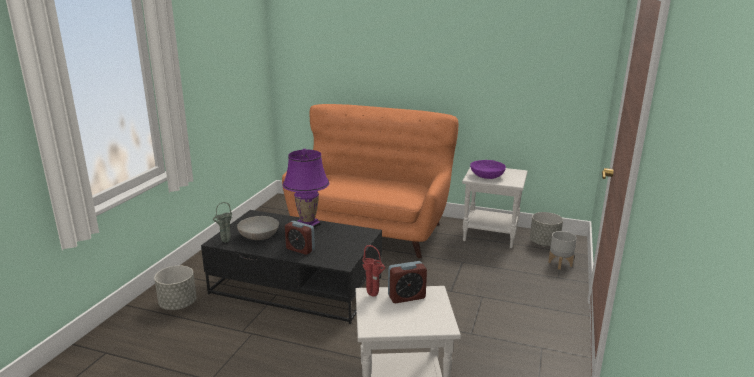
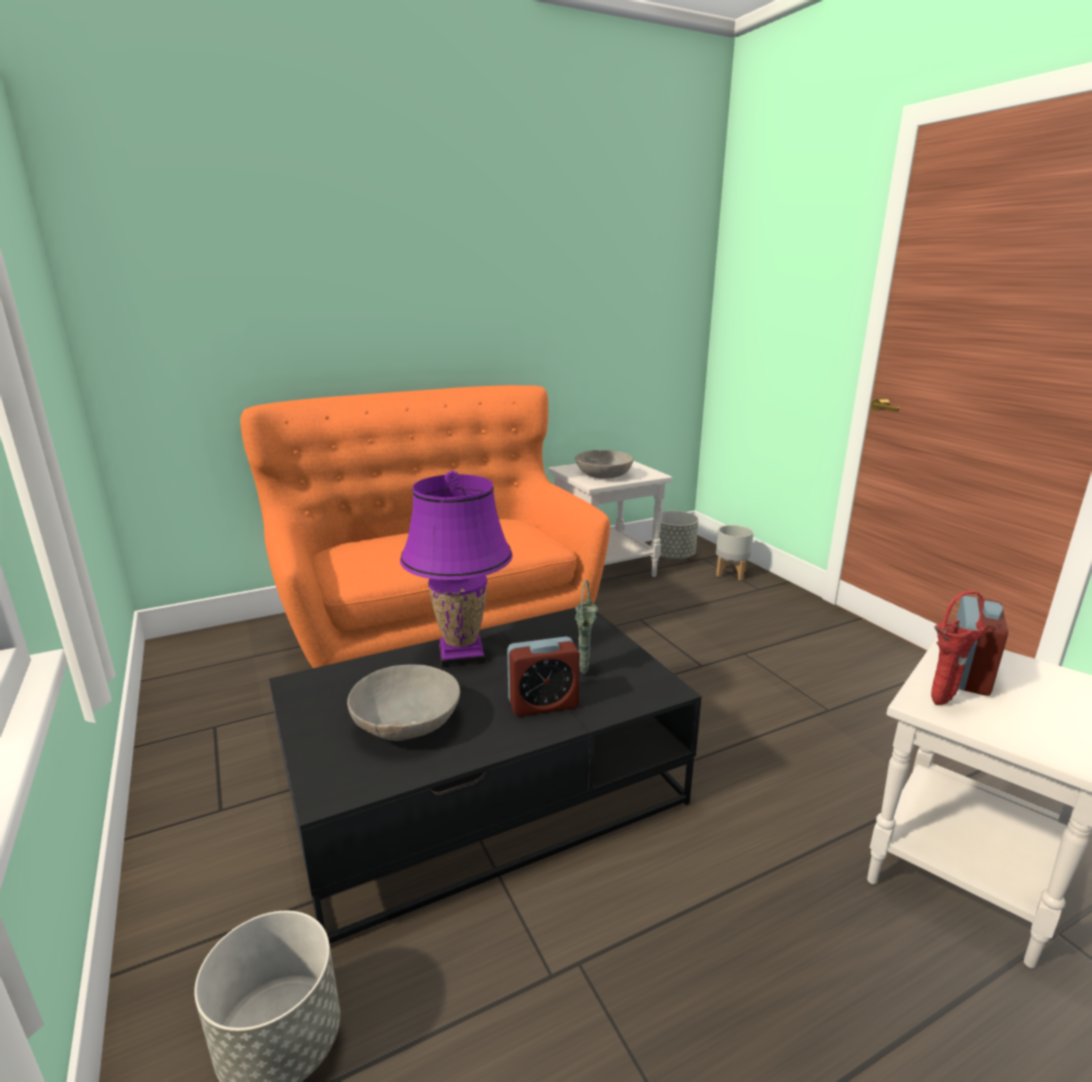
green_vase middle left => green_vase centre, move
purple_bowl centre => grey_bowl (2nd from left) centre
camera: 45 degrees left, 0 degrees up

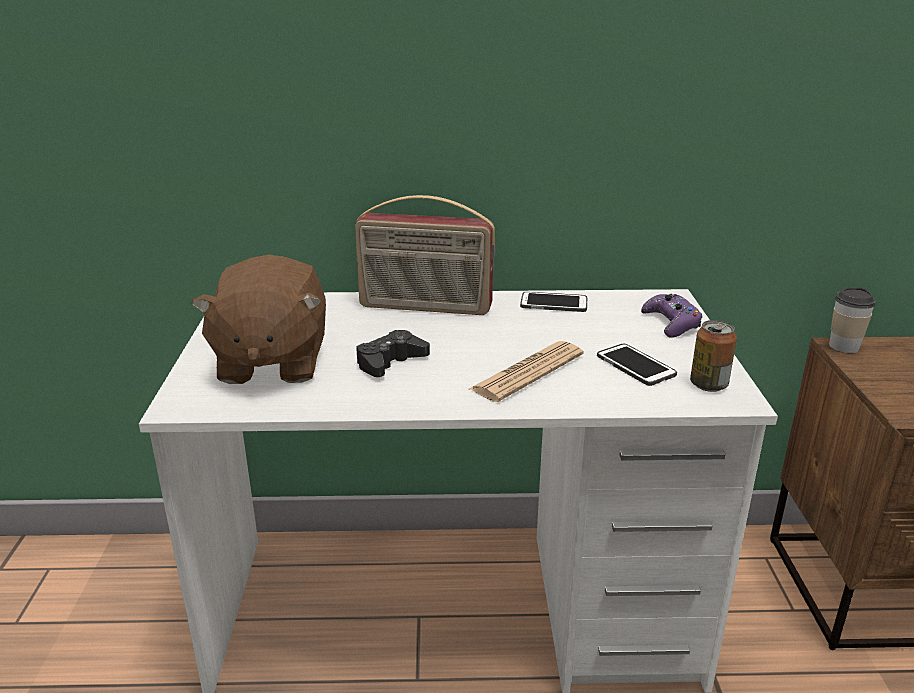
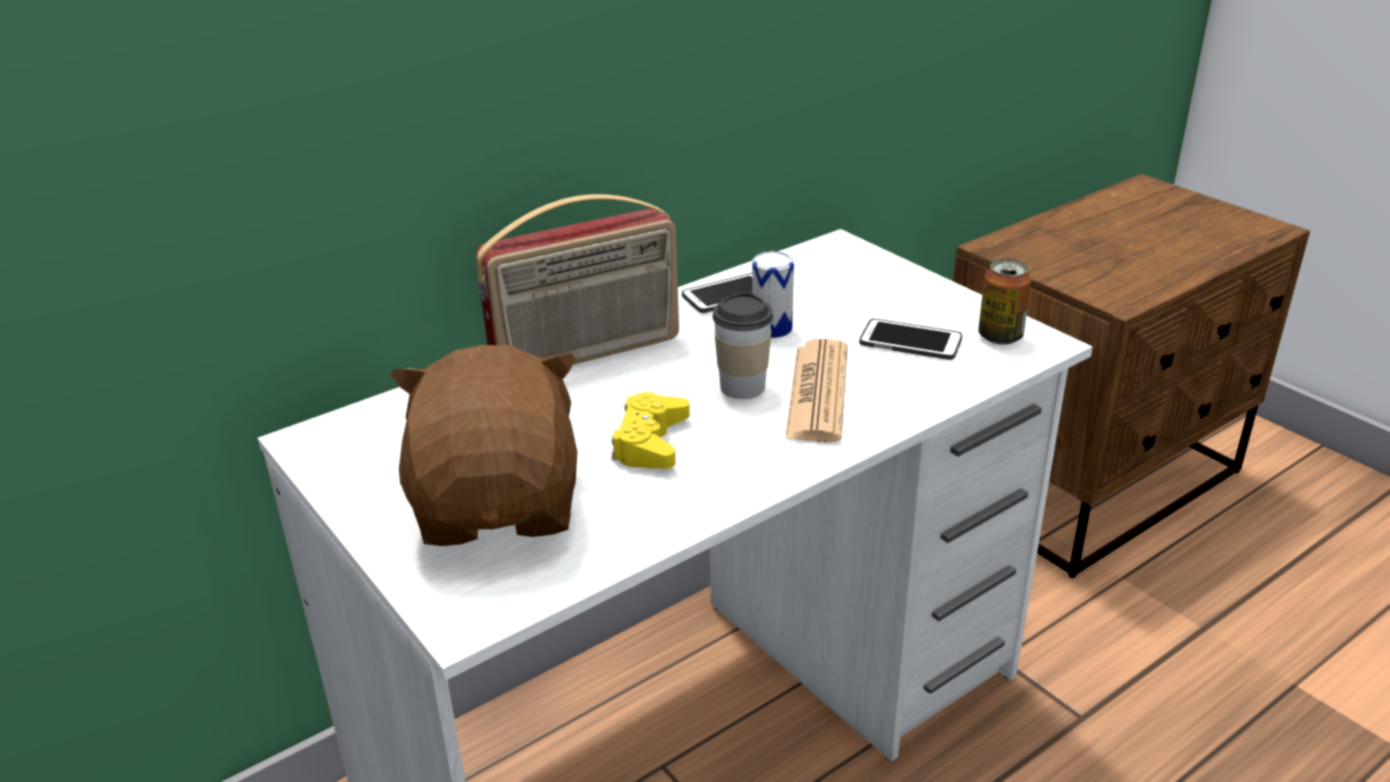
brown_plush_toy middle left => brown_plush_toy centre, 150 degrees counterclockwise
black_game_controller centre => yellow_game_controller centre
purple_game_controller middle right => nothing
cup middle right => cup centre, move
nothing => can (1st from left) centre
camera: 35 degrees left, 5 degrees up

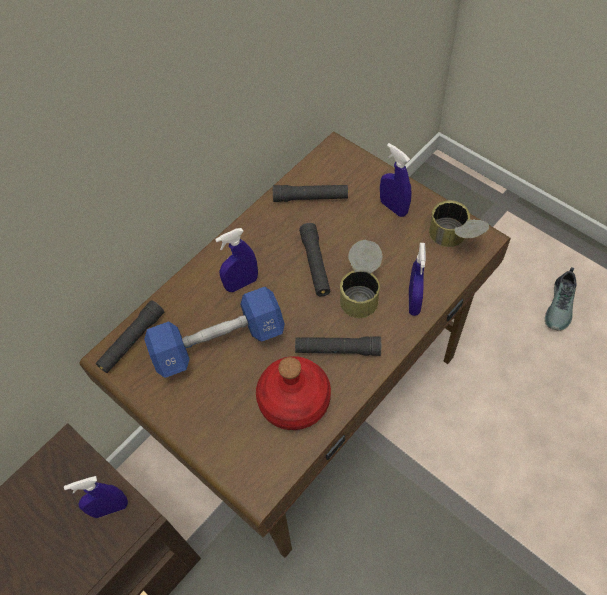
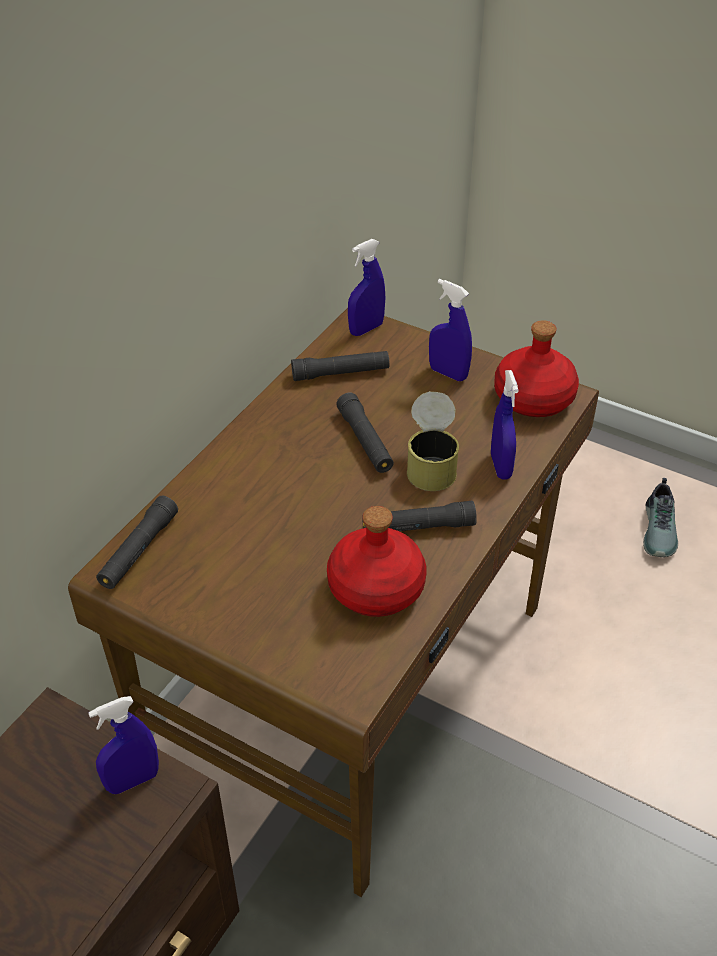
blue_dumbbell centre => nothing
blue_spray_bottle (2nd from left) centre => blue_spray_bottle (2nd from left) top centre, move
can (2nd from left) middle right => red_bottle (2nd from left) middle right
camera: 15 degrees left, 15 degrees down

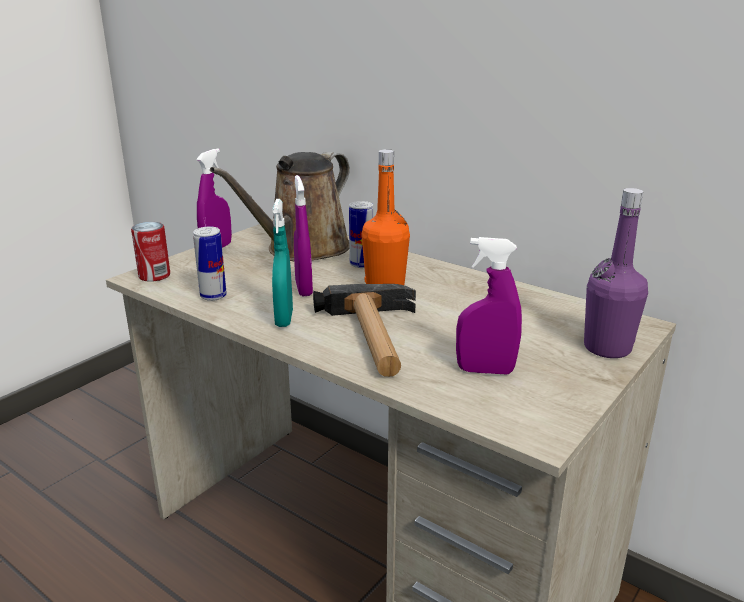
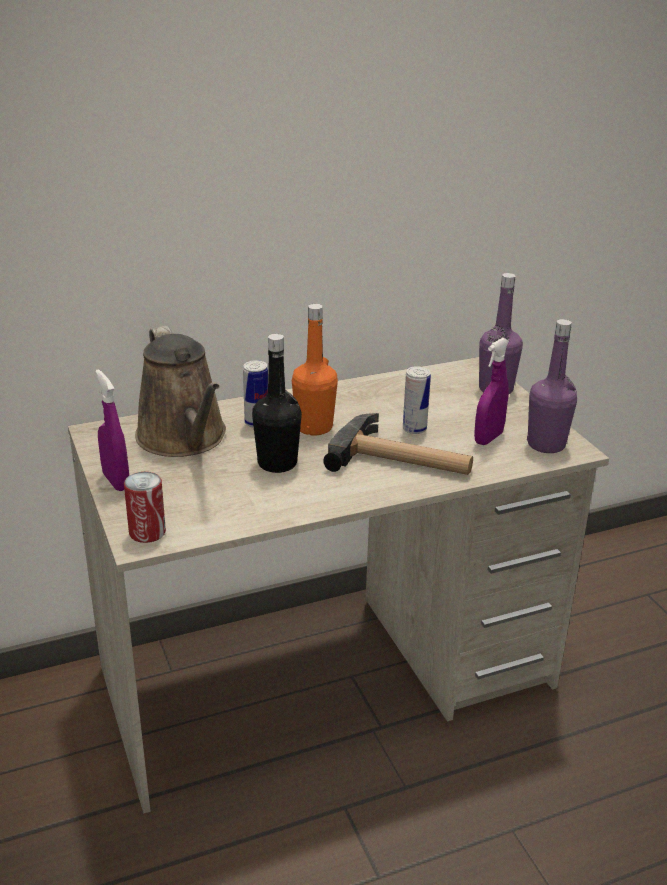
can (2nd from left in the first image) middle left => can (3rd from left) centre, move
turquoise_spray_bottle centre => nothing
purple_spray_bottle (2nd from left) centre => black_bottle centre
nothing => purple_bottle (2nd from left) middle right
camera: 60 degrees left, 5 degrees up

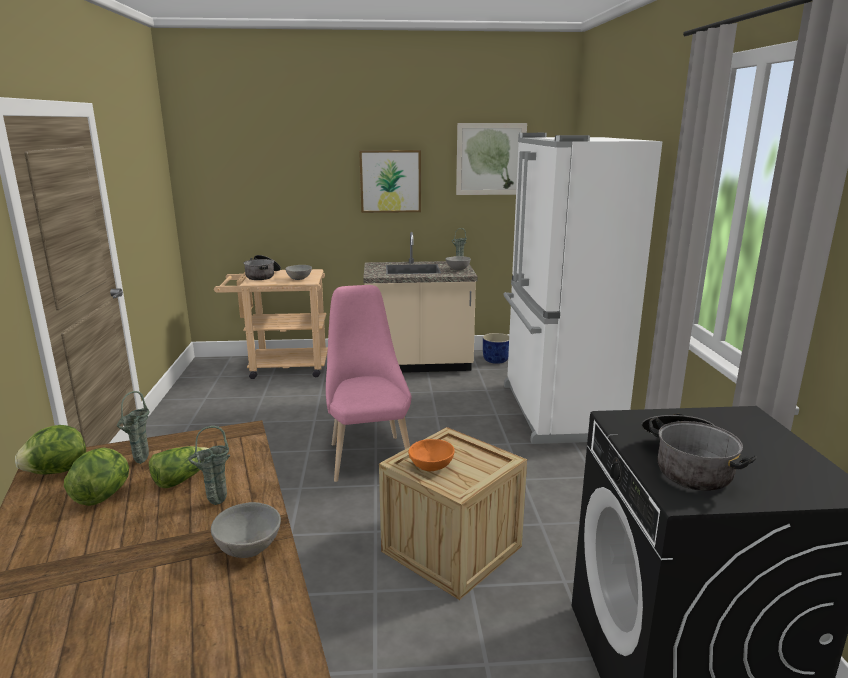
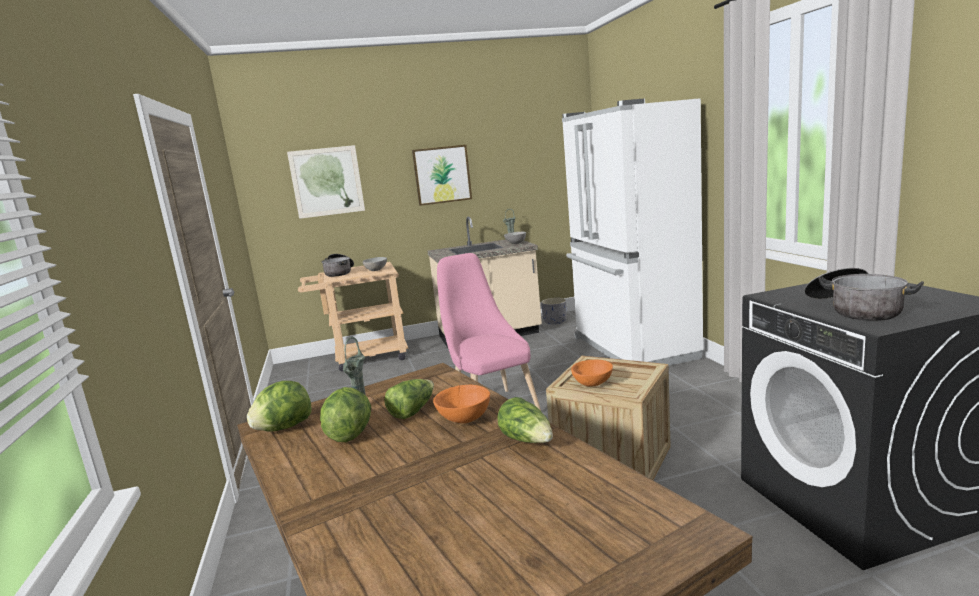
green_vase (2nd from left) bottom left => orange_bowl (1st from left) bottom centre
grey_bowl (1st from left) bottom left => lettuce (4th from left) bottom centre
picture (2nd from left in the first image) top centre => picture (1st from left) top left, move
blue_planter centre => grey_planter centre
camera: 10 degrees left, 5 degrees down

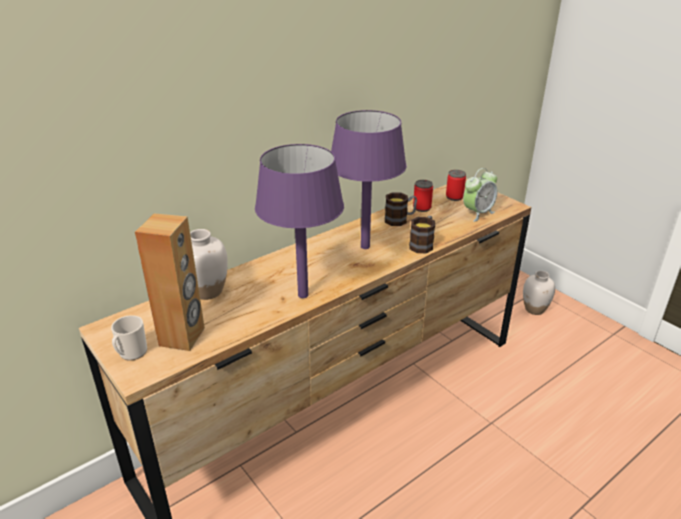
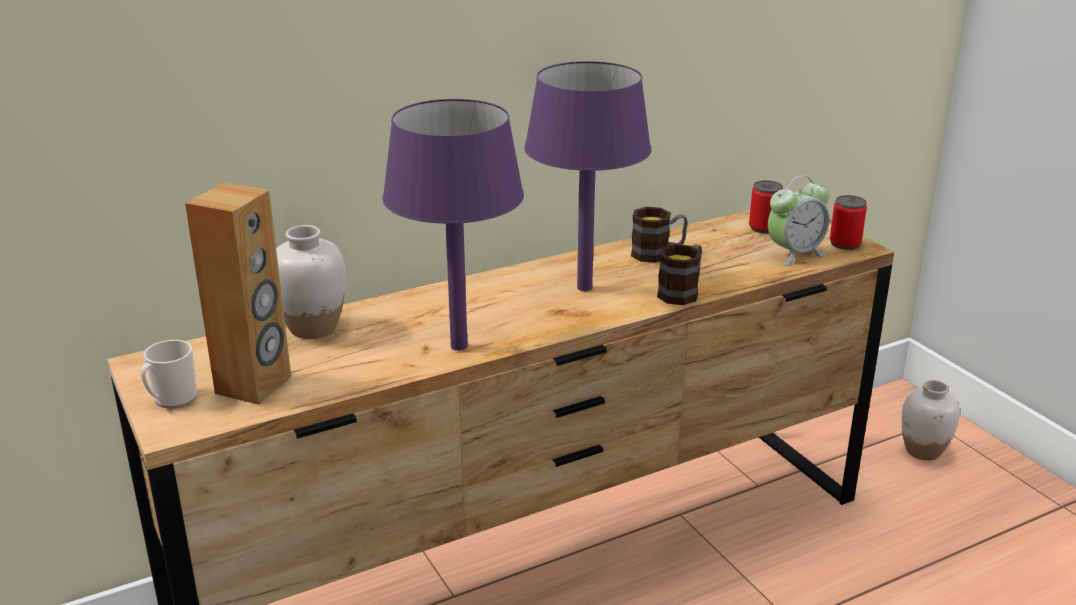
can (1st from left in the first image) centre => can (2nd from left) middle right, move
camera: 10 degrees right, 5 degrees down

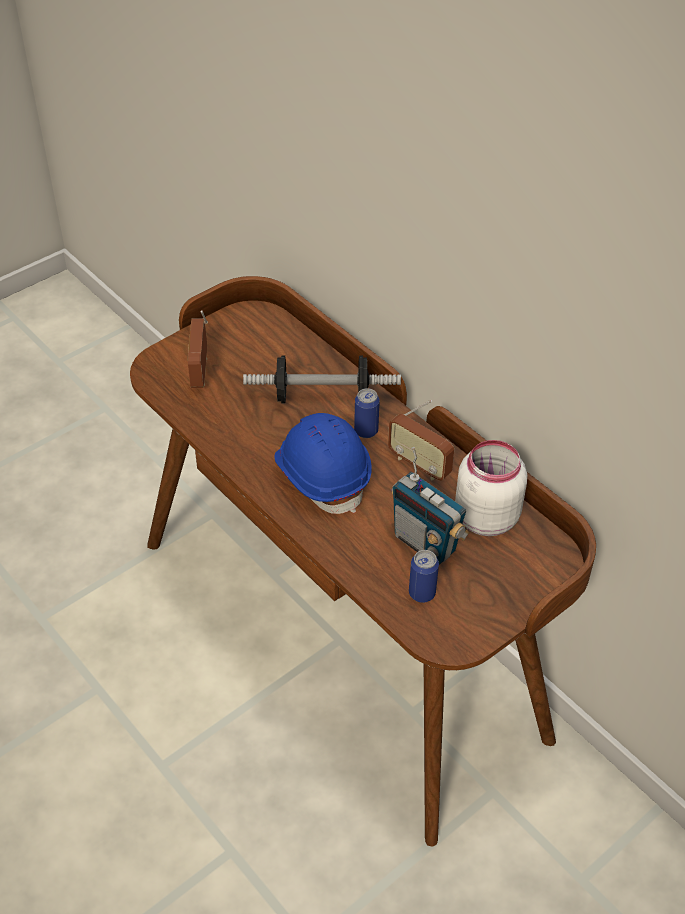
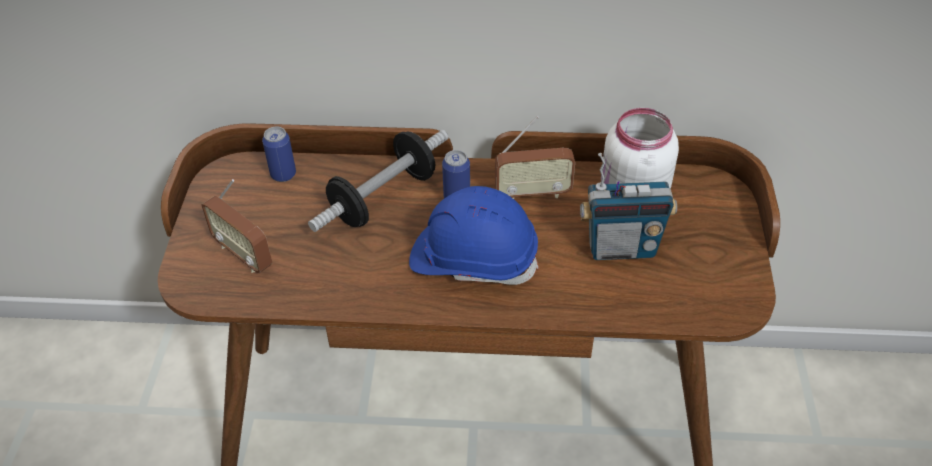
can (2nd from left in the first image) centre => can (1st from left) top left, move
camera: 45 degrees left, 0 degrees up

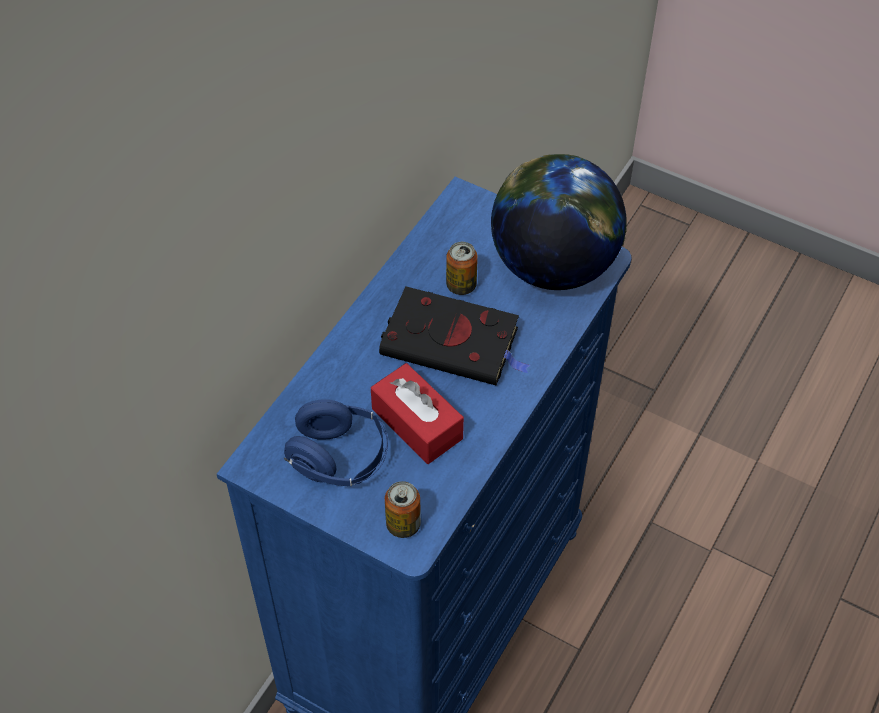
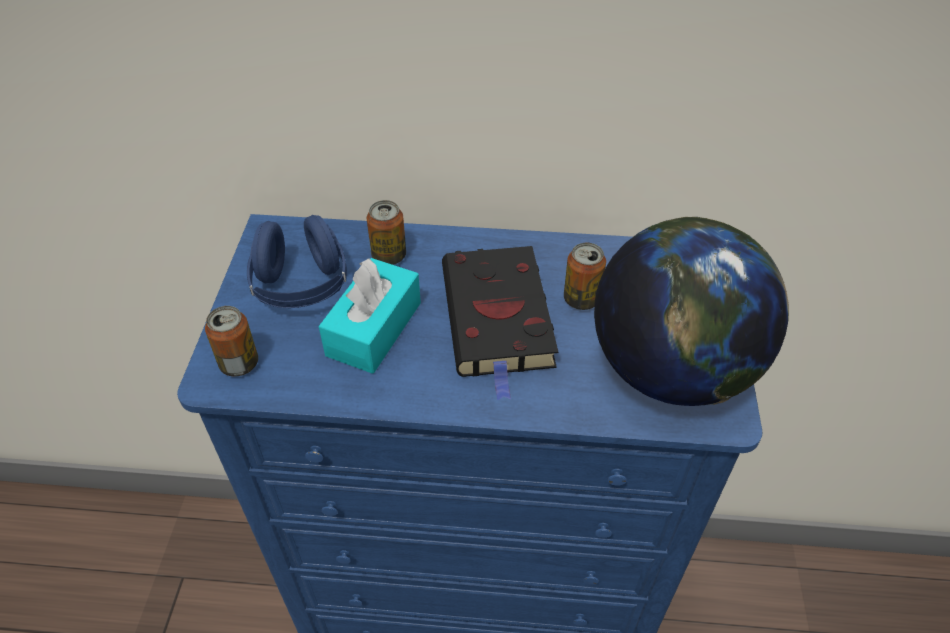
red_tissue_box centre => turquoise_tissue_box centre
nothing => can (2nd from left) centre
camera: 65 degrees right, 5 degrees down

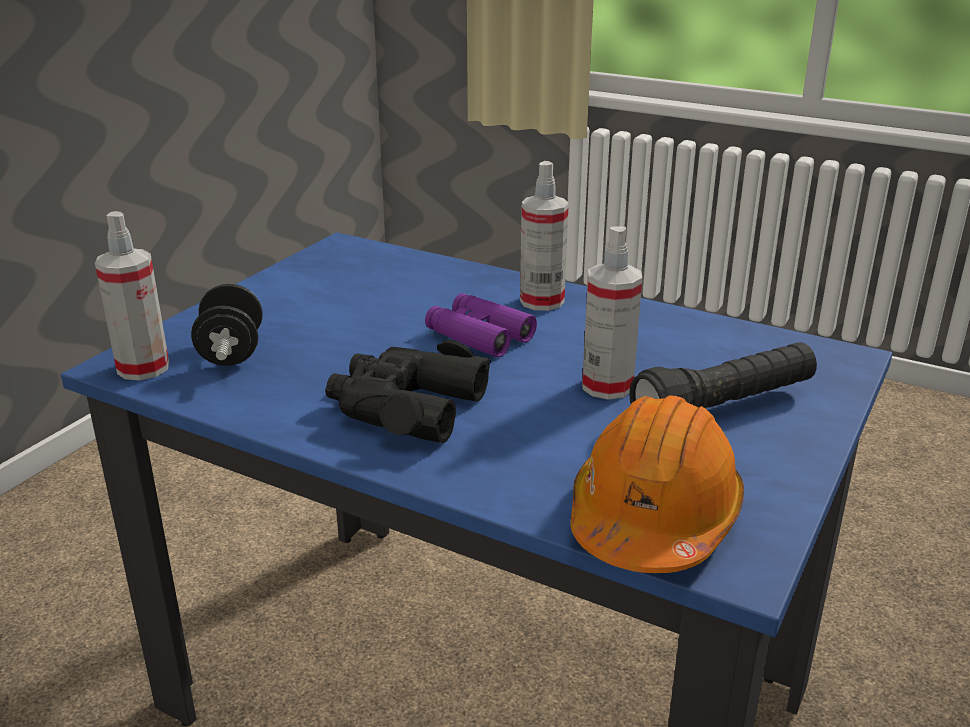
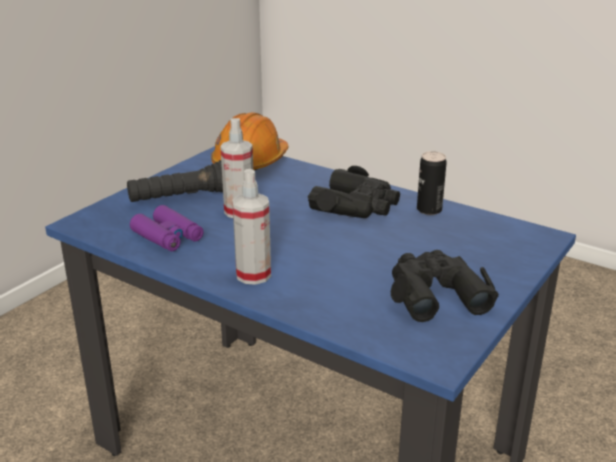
spray_bottle (1st from left) middle left => nothing
black_dumbbell middle left => nothing
purple_binoculars centre => purple_binoculars middle left, move
nothing => black_binoculars (2nd from left) middle right
nothing => can middle right
camera: 175 degrees left, 0 degrees up

